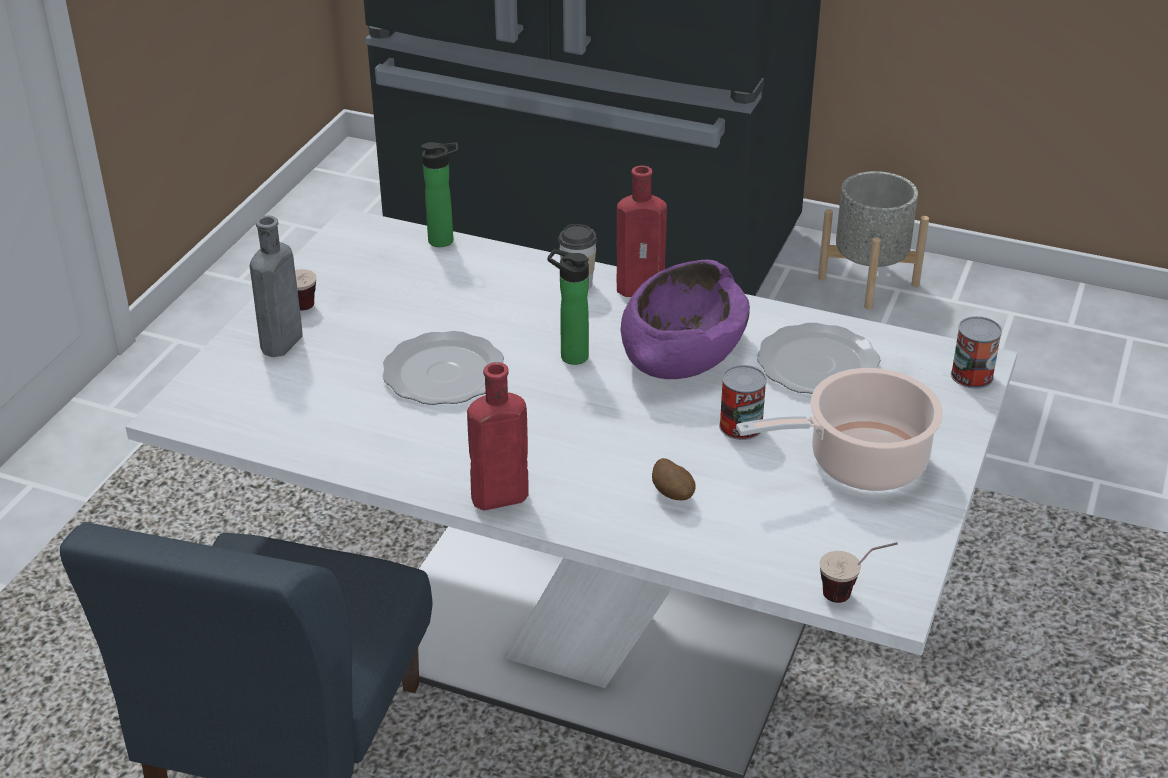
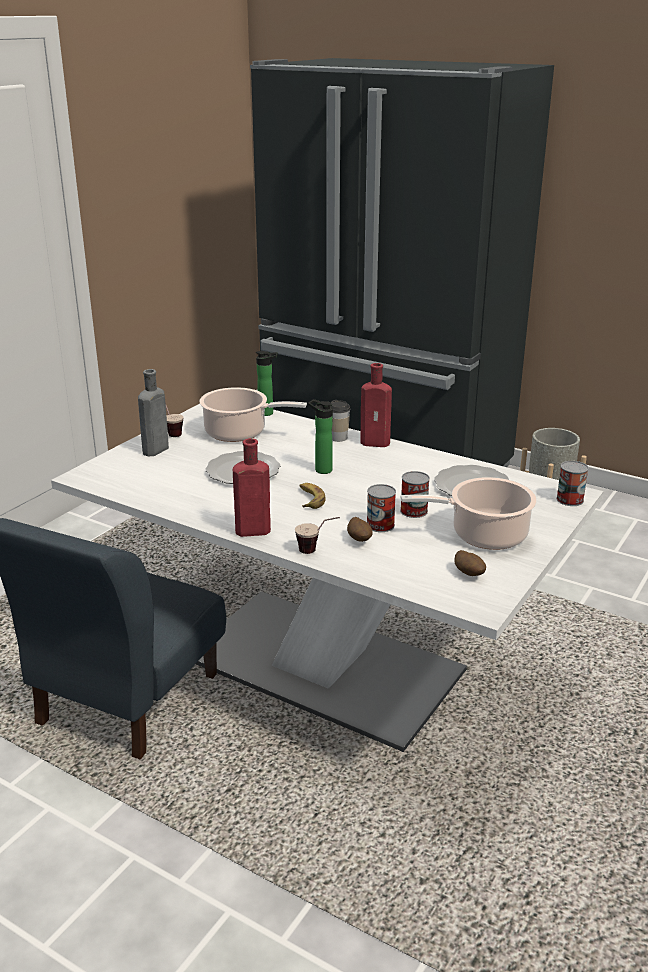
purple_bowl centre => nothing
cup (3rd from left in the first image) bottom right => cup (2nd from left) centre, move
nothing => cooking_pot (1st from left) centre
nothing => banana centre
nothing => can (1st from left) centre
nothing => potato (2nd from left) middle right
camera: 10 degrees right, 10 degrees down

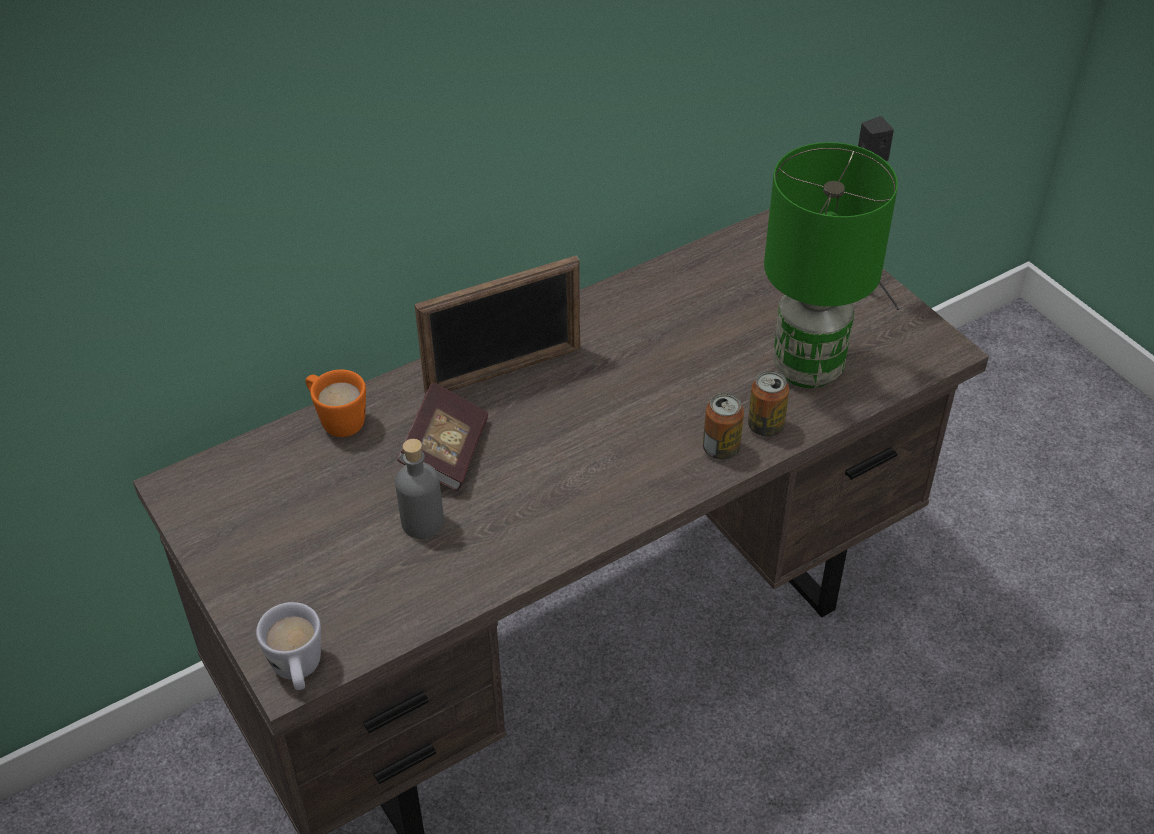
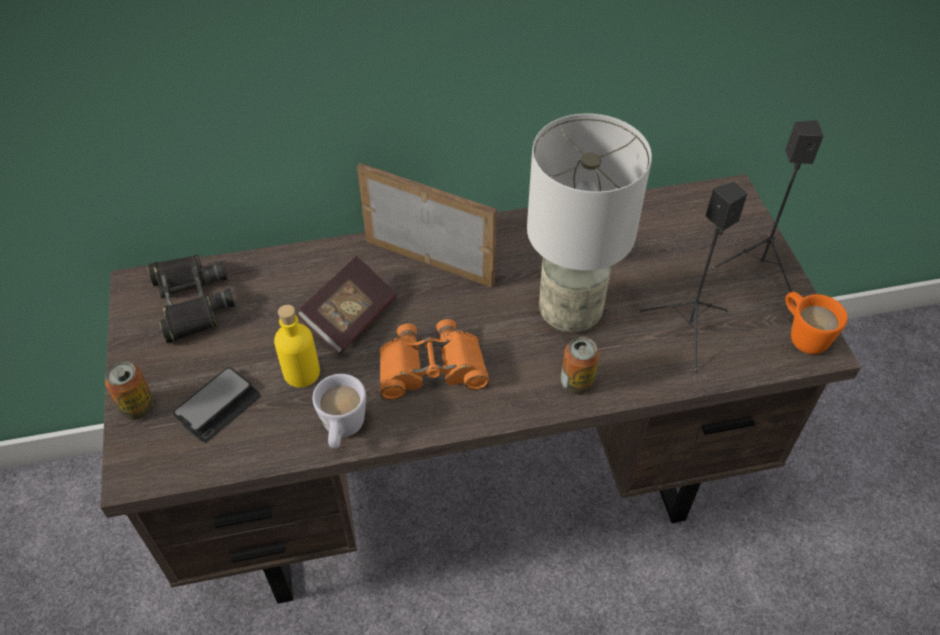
white_mug bottom left => white_mug centre, move
orange_mug middle left => orange_mug middle right, move
grey_bottle centre => yellow_bottle middle left
picture_frame centre, 150 degrees counterclockwise
can (2nd from left in the first image) centre => can (1st from left) middle left, move
green_table_lamp top right => black_speaker (1st from left) middle right
nothing => black_binoculars middle left
nothing => phone middle left
nothing => orange_binoculars centre
nothing => grey_table_lamp centre
camera: 20 degrees right, 5 degrees up

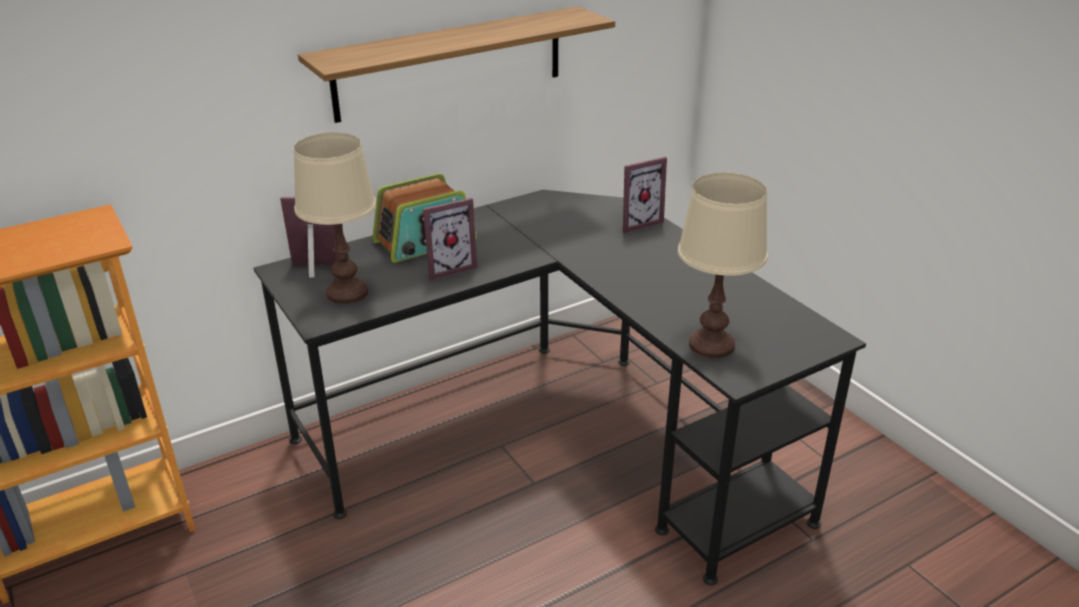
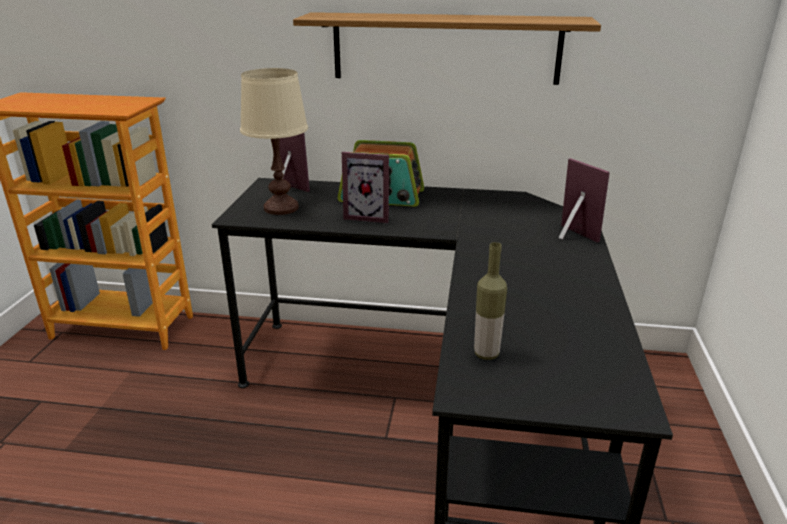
picture_frame (3rd from left) top centre => picture_frame (3rd from left) middle right, 135 degrees counterclockwise
beige_table_lamp (2nd from left) middle right => bottle centre
camera: 40 degrees right, 5 degrees down

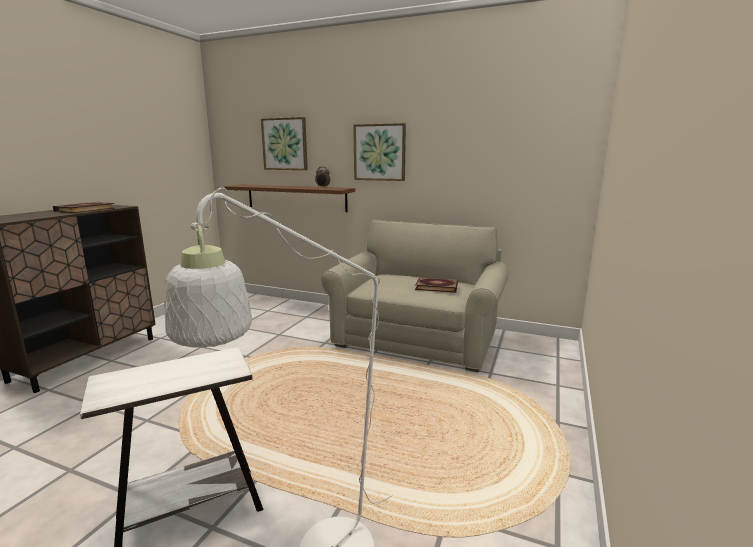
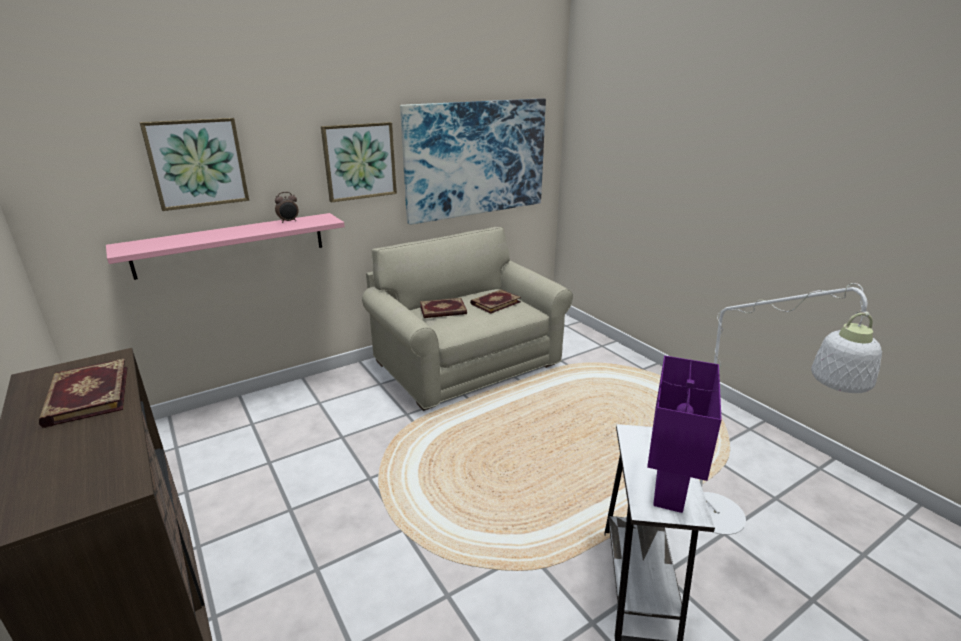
brown_shelf centre => pink_shelf middle left
nothing => picture (3rd from left) top centre
nothing => book (2nd from left) centre
nothing => purple_table_lamp bottom right
camera: 55 degrees left, 10 degrees up

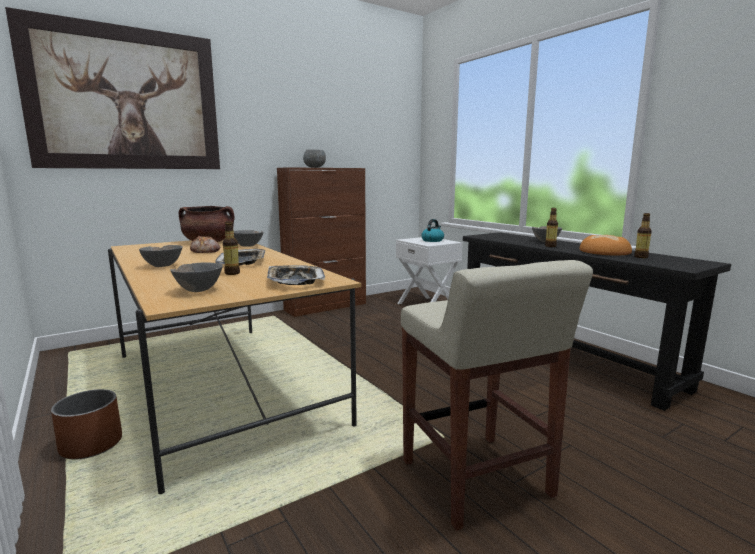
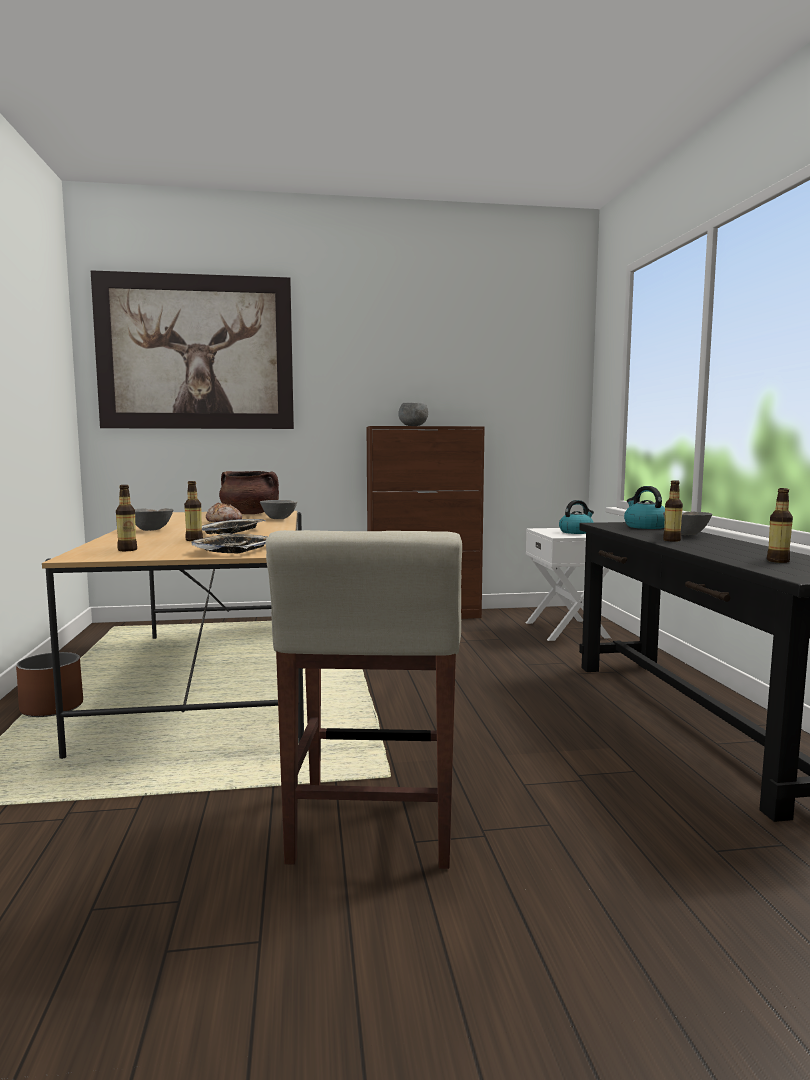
grey_bowl (2nd from left) middle left => bottle (1st from left) middle left
bread (2nd from left) middle right => nothing
nothing => kettle (2nd from left) middle right
camera: 25 degrees right, 5 degrees down

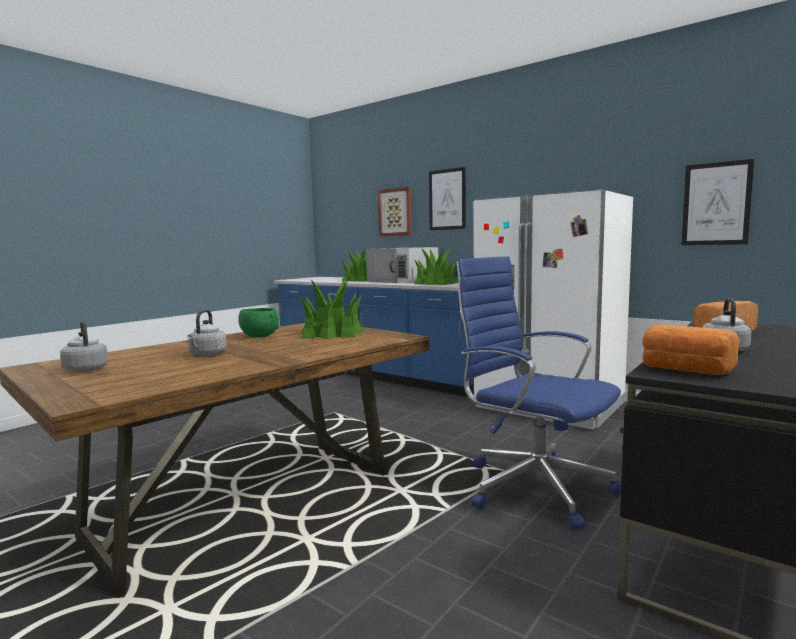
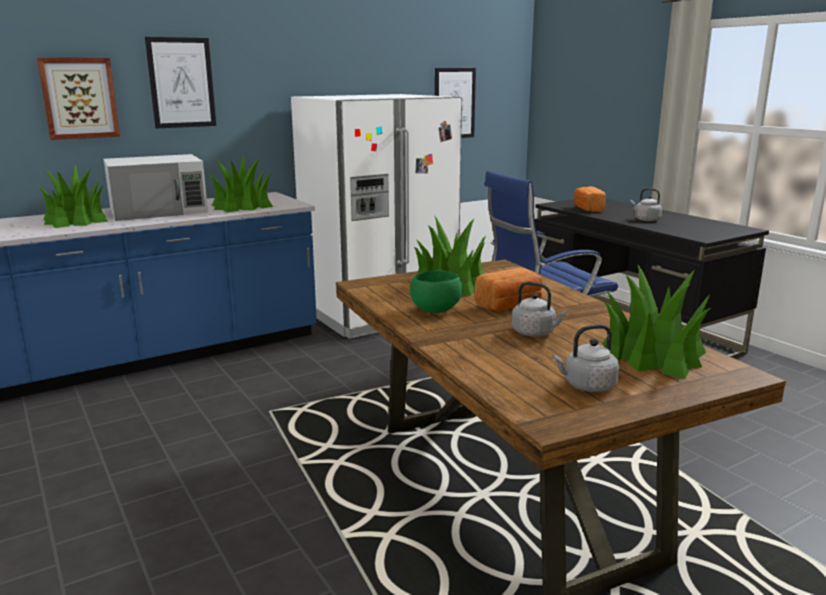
bread (1st from left) middle right => bread (1st from left) centre, move
nothing => potted_plant (4th from left) middle right
camera: 70 degrees left, 10 degrees up

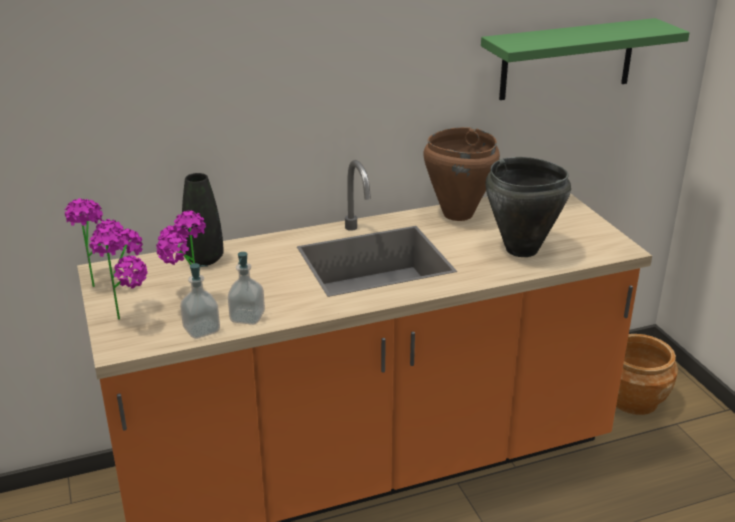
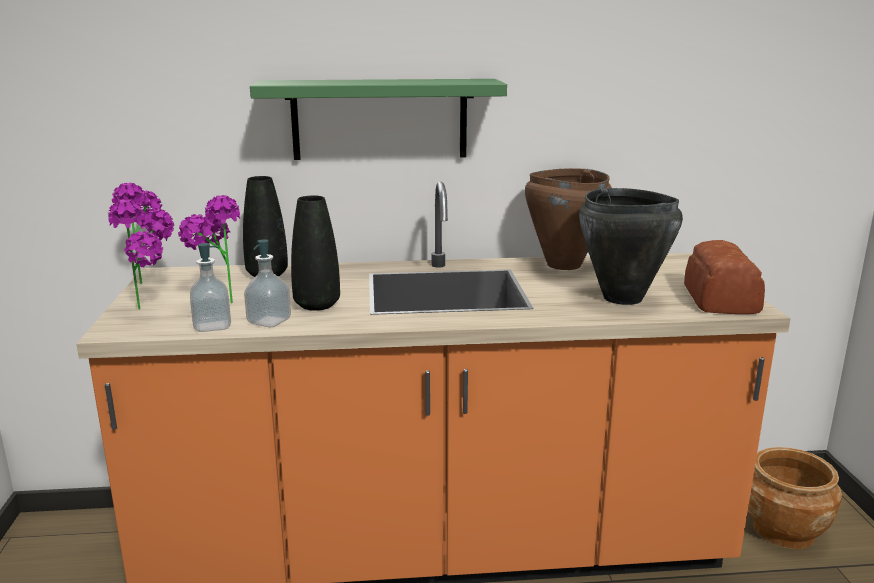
green_shelf top right => green_shelf top centre, move
nothing => black_vase (2nd from left) centre
nothing => bread middle right
camera: 15 degrees right, 10 degrees down

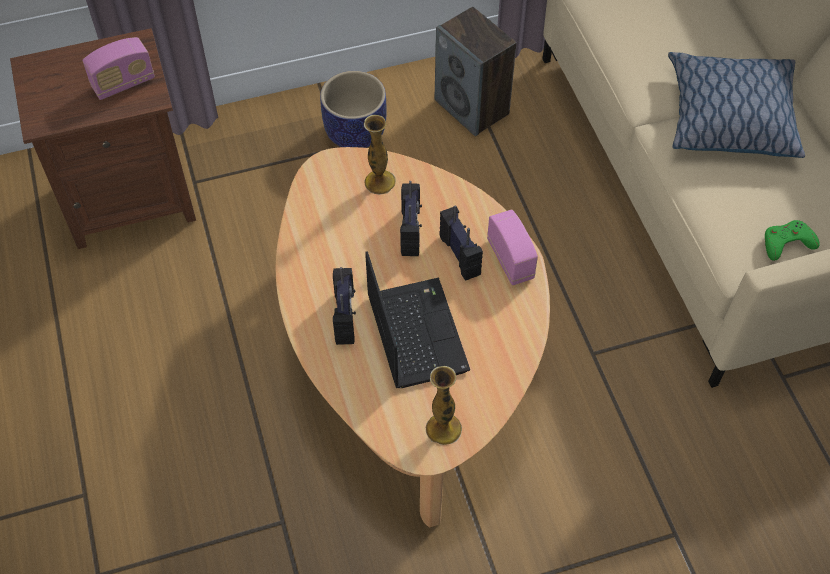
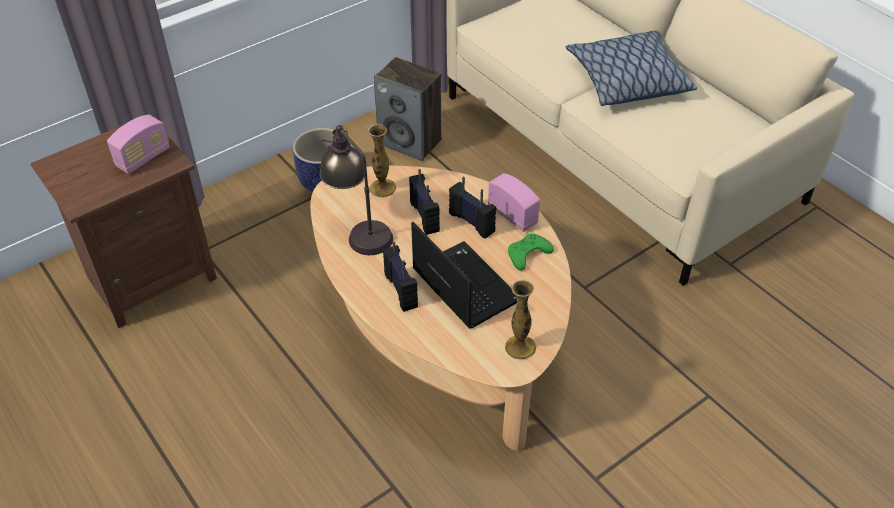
green_game_controller middle right => green_game_controller centre, move
nothing => table_lamp centre
camera: 20 degrees left, 10 degrees down

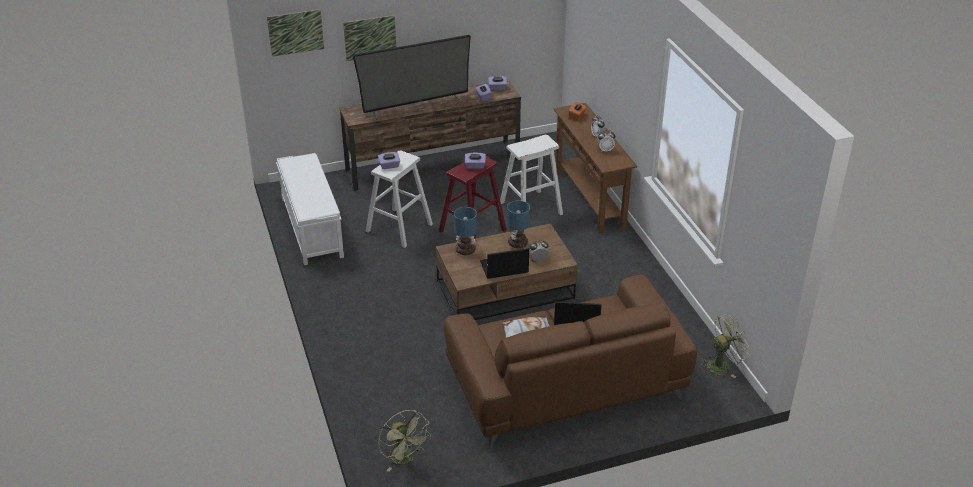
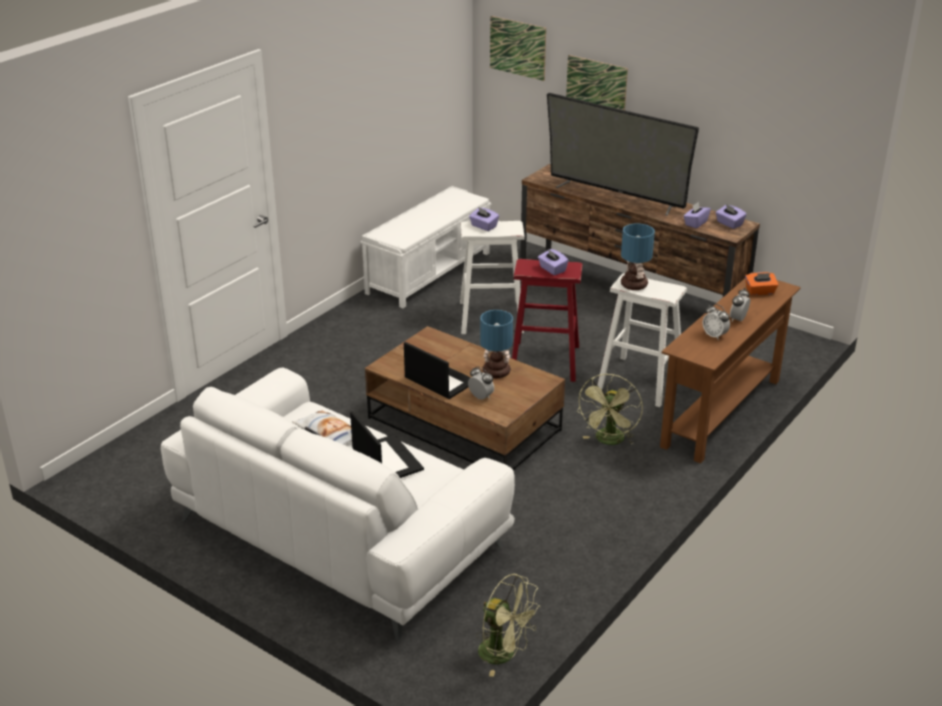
green_fan (1st from left in the first image) bottom centre => green_fan (2nd from left) centre, move
brown_sofa bottom centre => white_sofa bottom centre
table_lamp (1st from left in the first image) centre => table_lamp (2nd from left) middle right, move
camera: 55 degrees right, 5 degrees down

